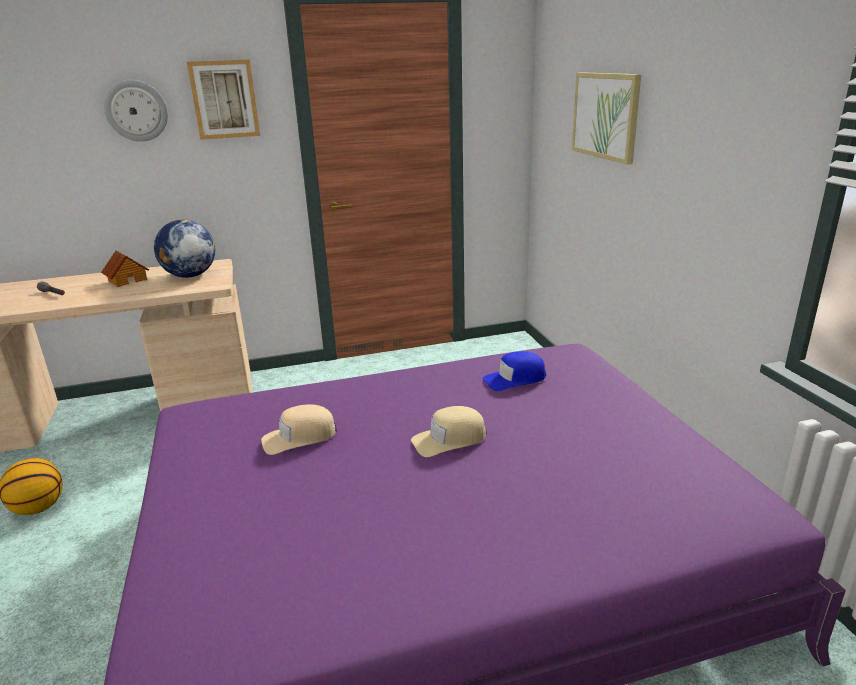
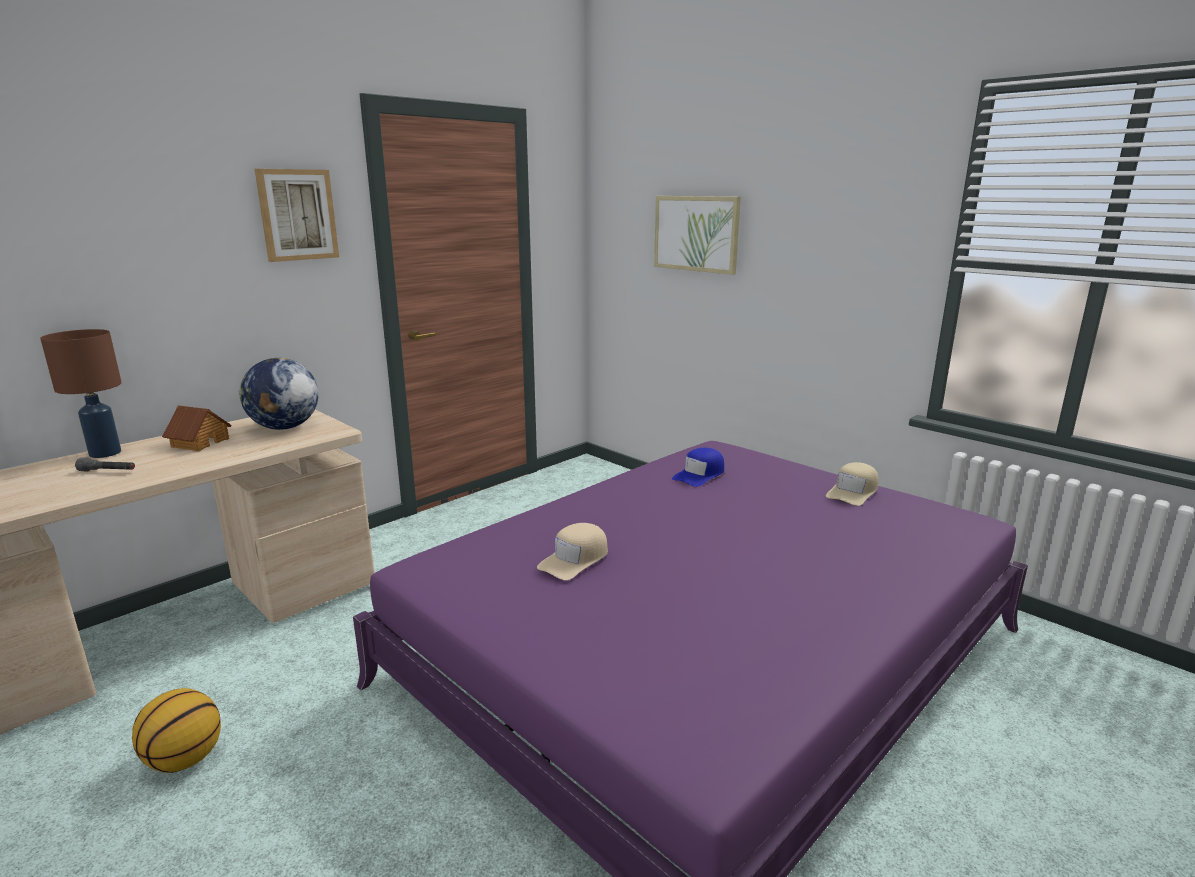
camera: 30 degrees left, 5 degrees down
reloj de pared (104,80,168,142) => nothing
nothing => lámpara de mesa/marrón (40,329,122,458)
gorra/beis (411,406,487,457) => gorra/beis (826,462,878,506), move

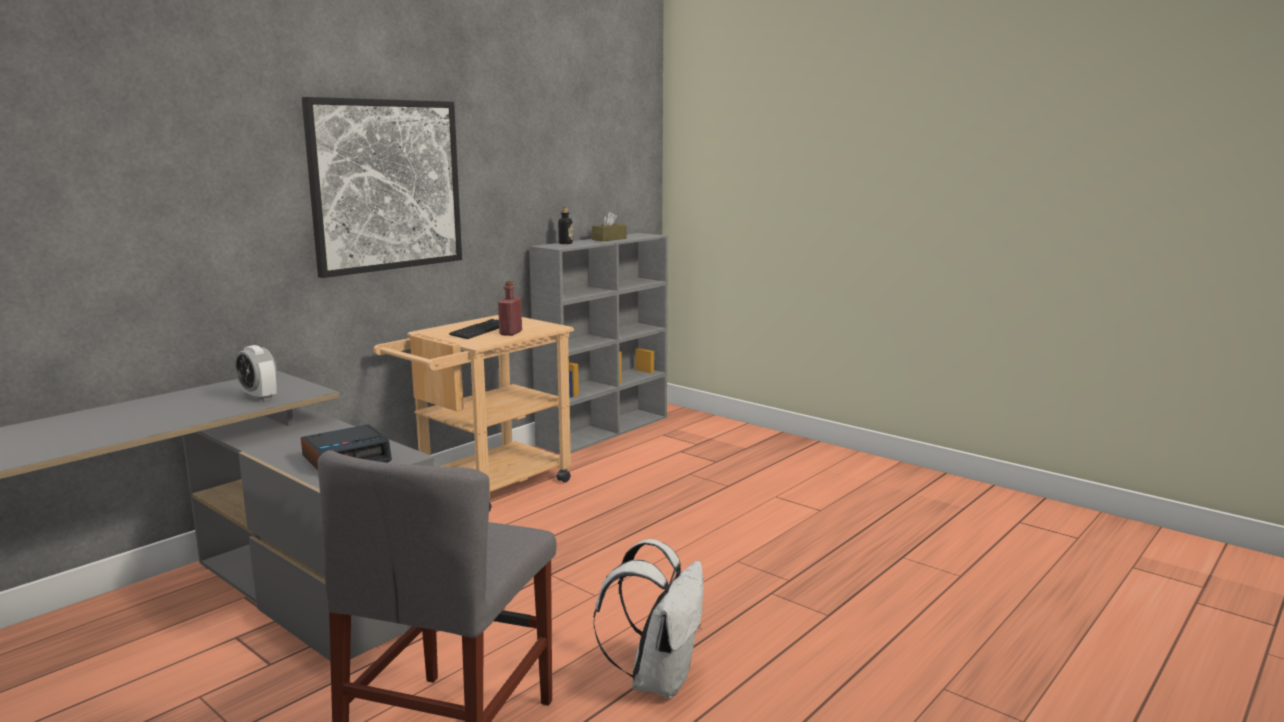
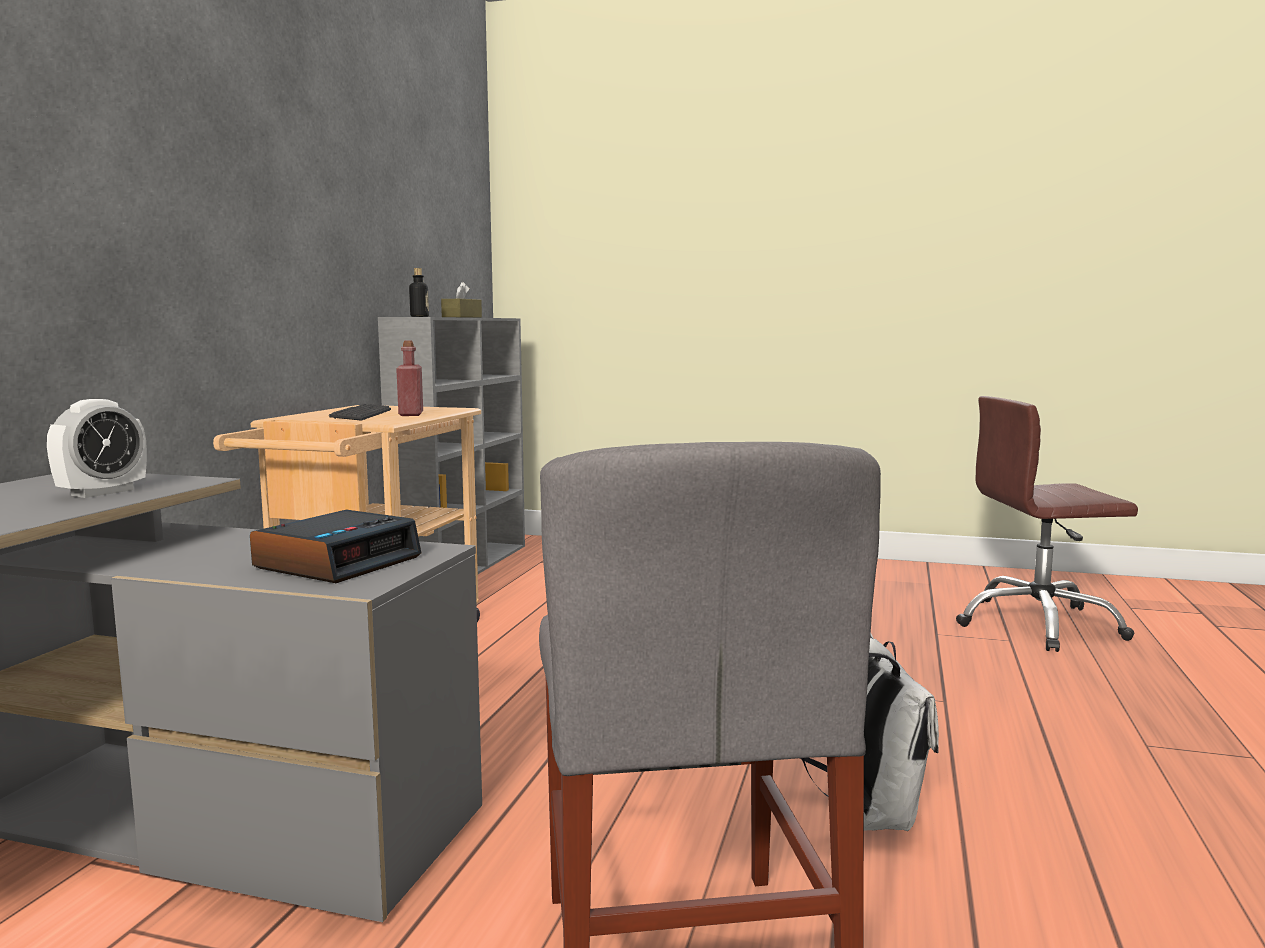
camera: 25 degrees left, 5 degrees down
cuadro (302,97,462,278) => nothing
nothing => silla de oficina/marrón (956,396,1138,652)
despertador (235,345,277,402) => despertador (47,399,147,498), 75 degrees counterclockwise

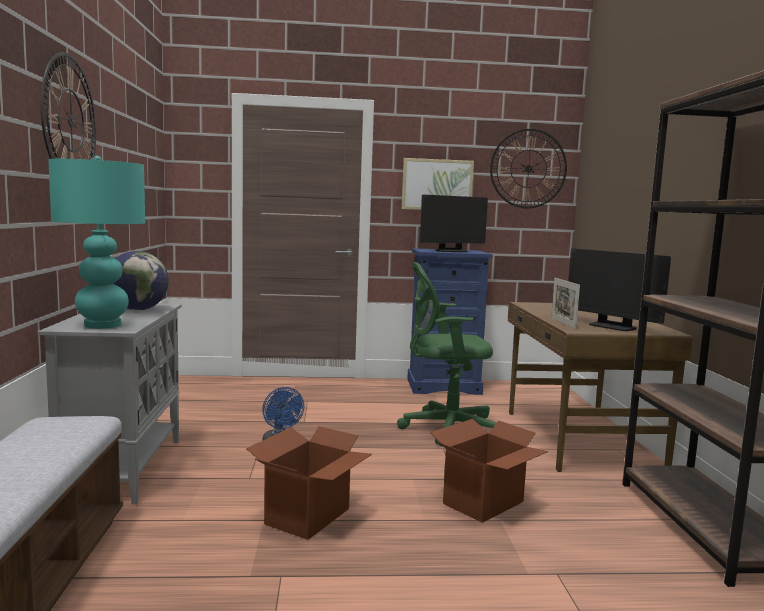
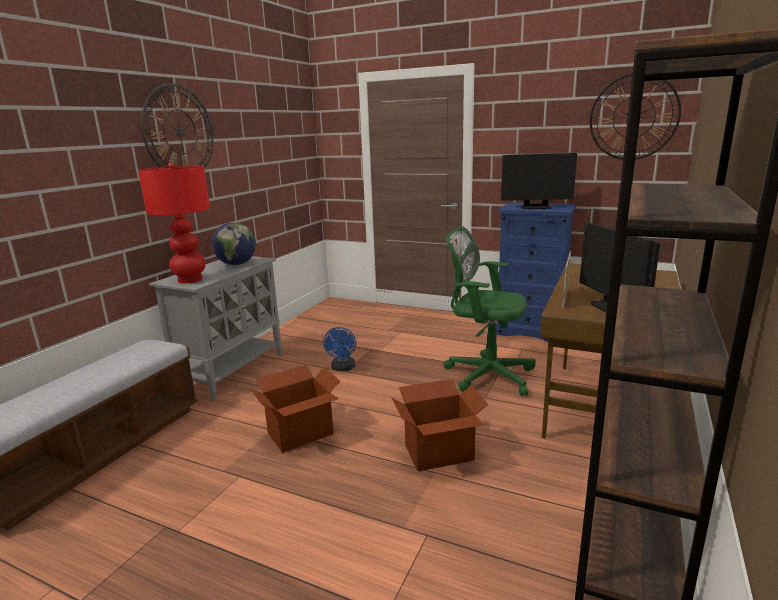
camera: 30 degrees right, 10 degrees up
cuadro (402,158,474,210) => nothing
lámpara de mesa/turquesa (48,156,145,329) => lámpara de mesa/rojo (138,163,210,284)

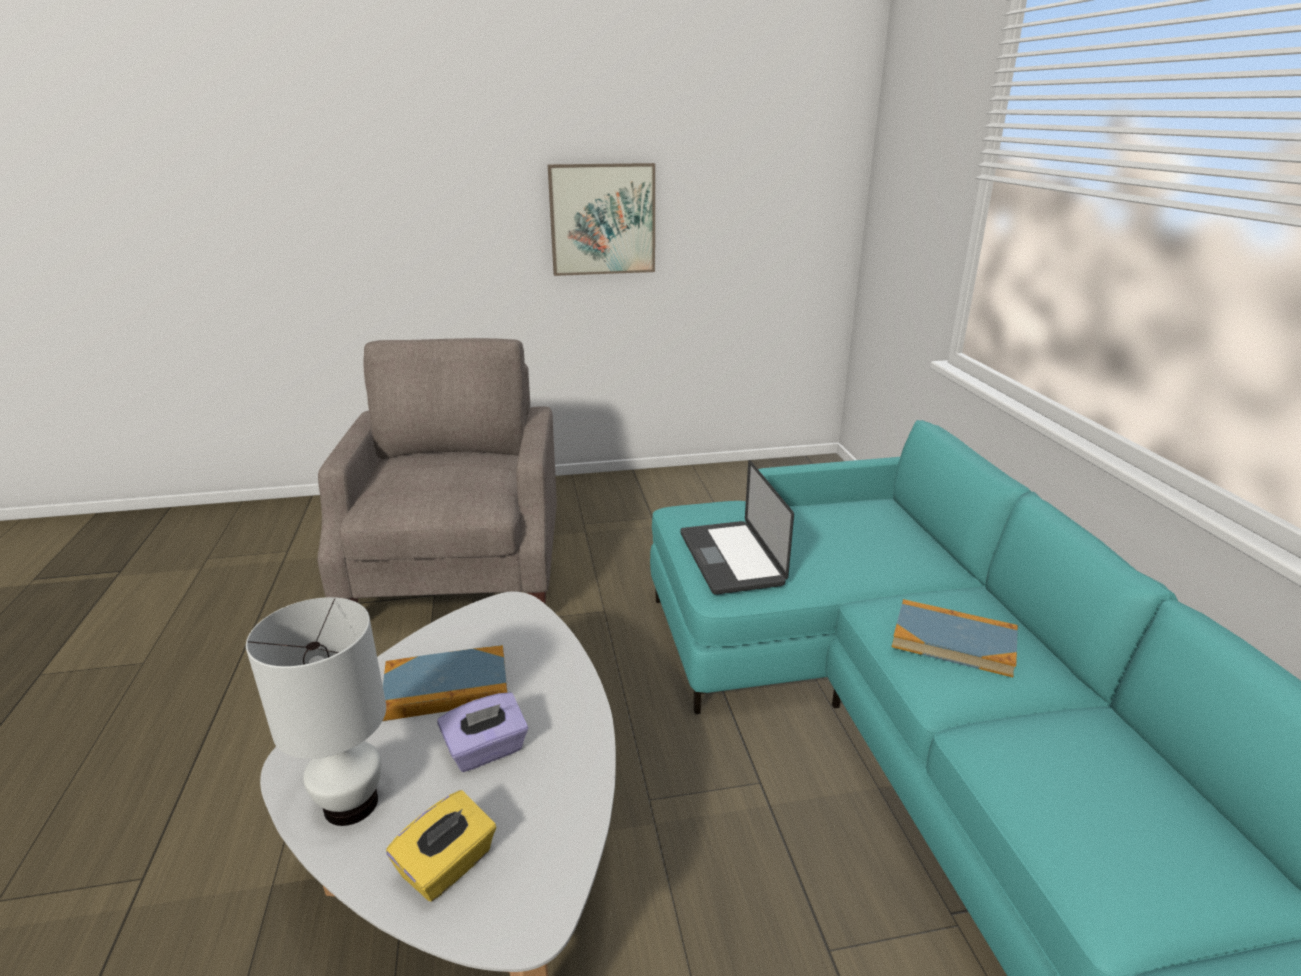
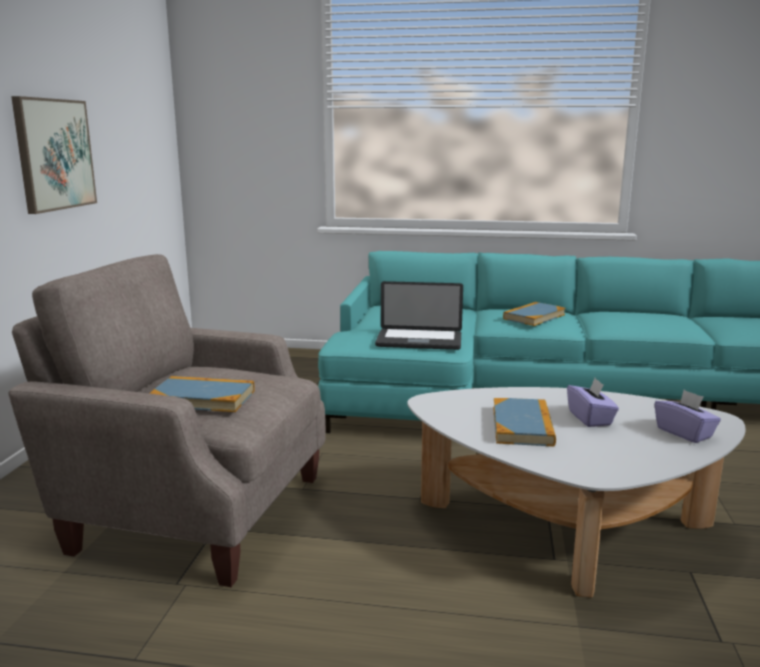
camera: 70 degrees left, 10 degrees down
lámpara de mesa/blanco (246,597,386,826) => nothing
nothing => libro (149,376,255,412)
caja de pañuelos/amarillo (386,790,496,902) => caja de pañuelos/morado (655,390,721,443)

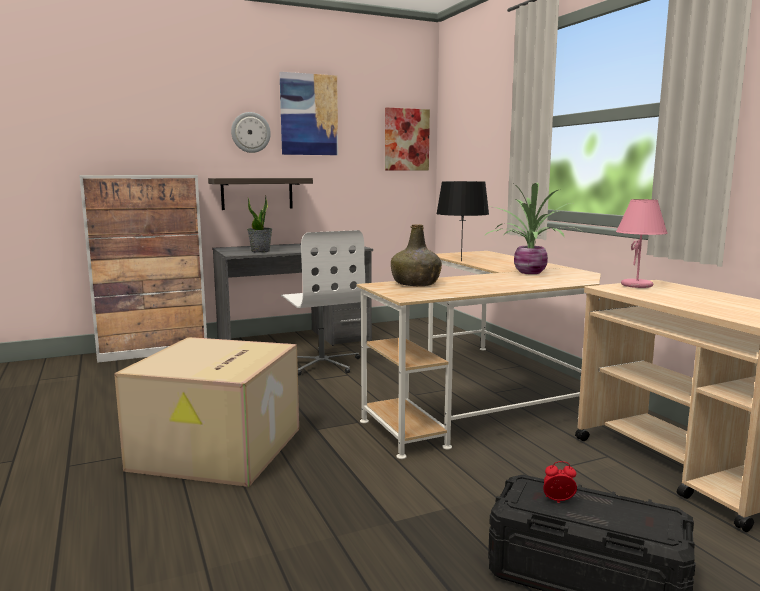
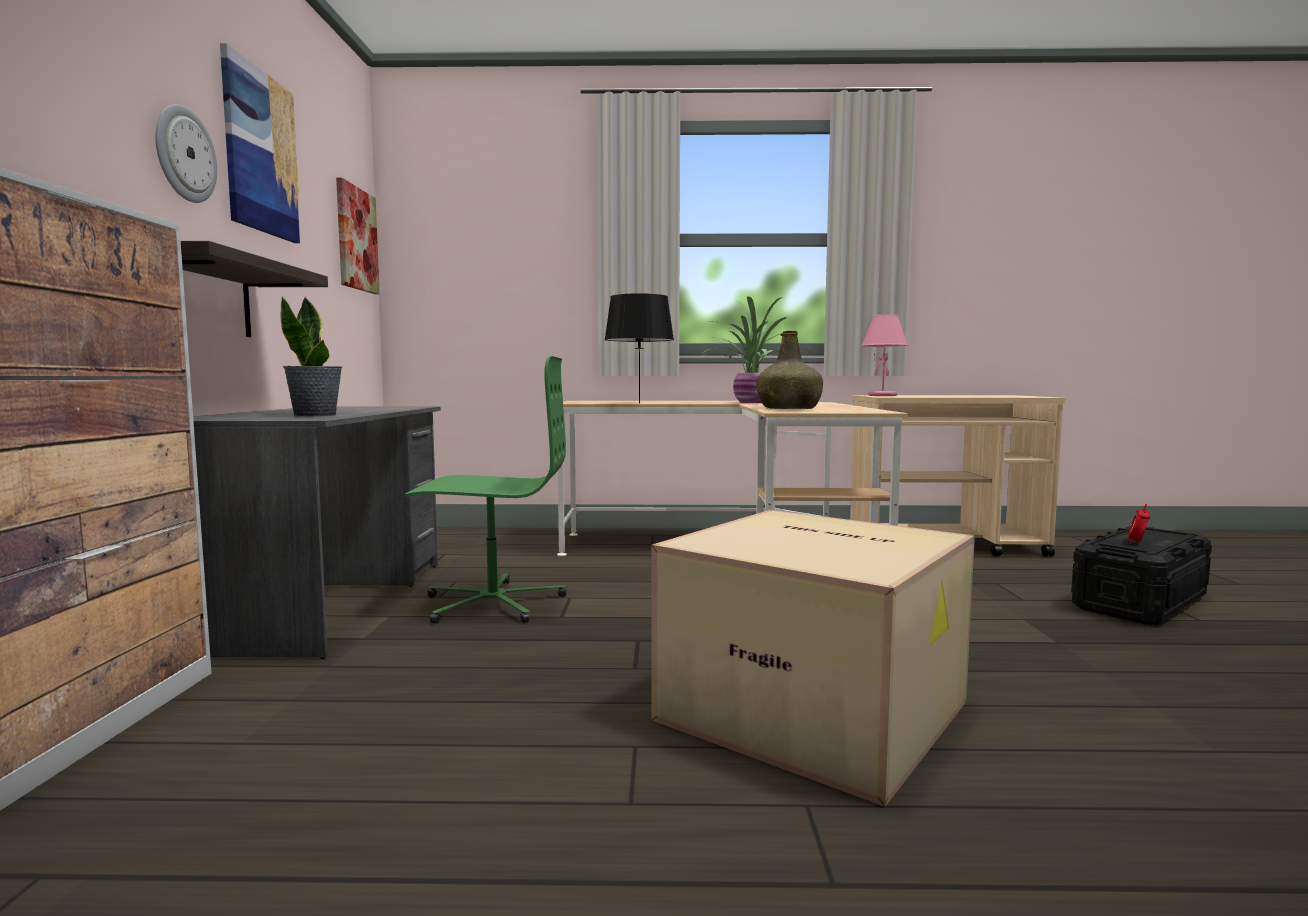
camera: 65 degrees left, 5 degrees down
silla de oficina/blanco (281,230,365,376) => silla de oficina/verde (405,356,566,624)

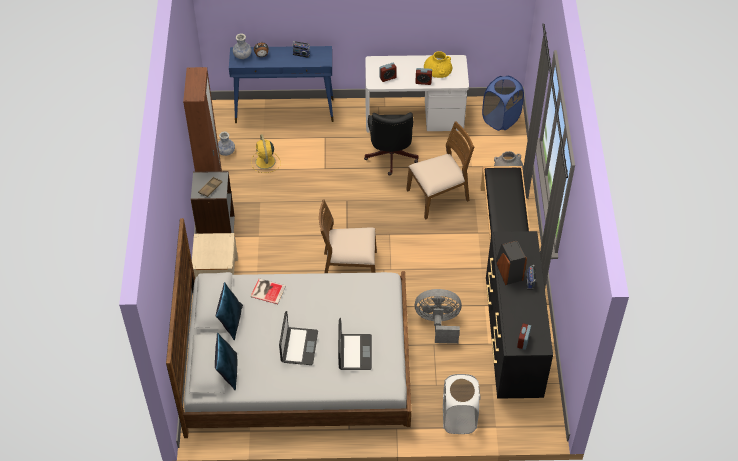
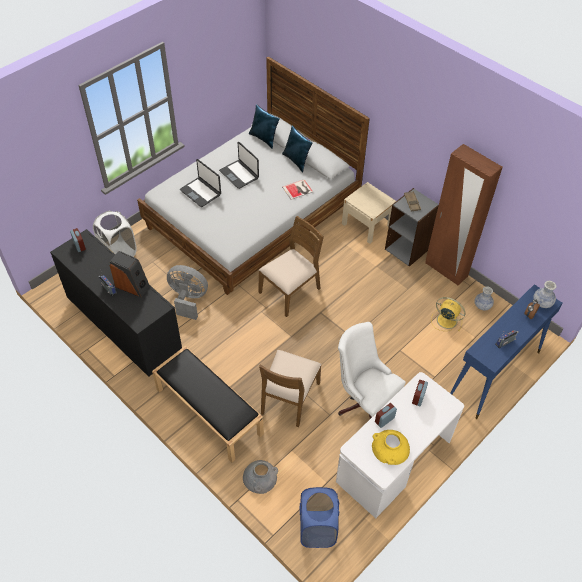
camera: 135 degrees right, 0 degrees up
silla de oficina/negro (364,112,419,176) => silla de oficina/blanco (338,322,406,419)
ventilador/gris (415,289,462,344) => ventilador/gris (167,265,208,320), 120 degrees counterclockwise

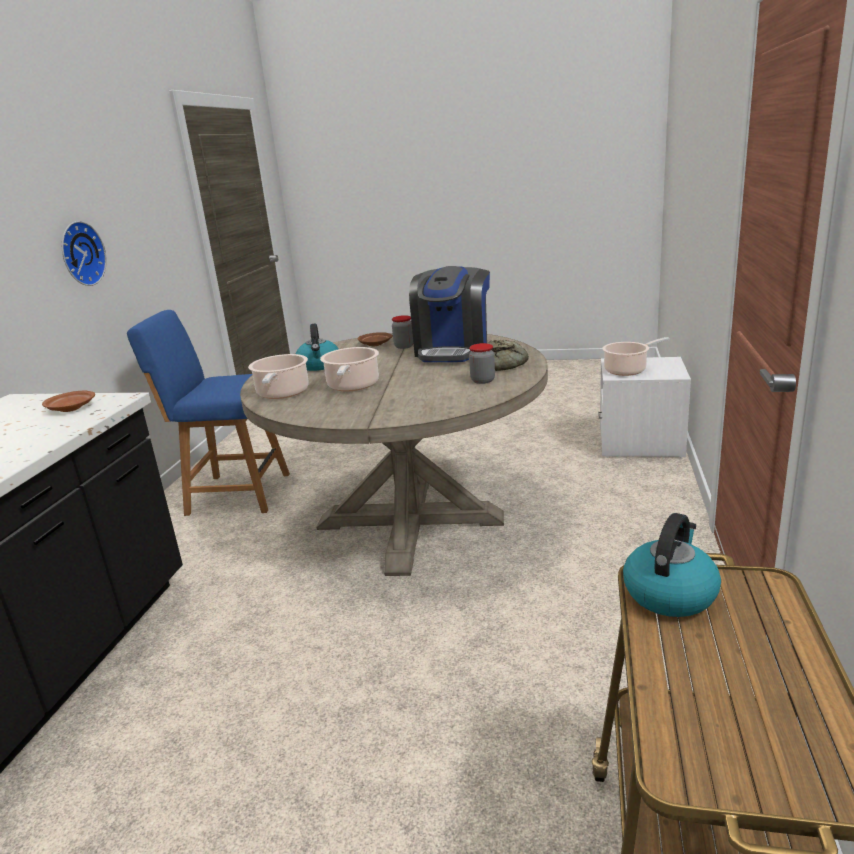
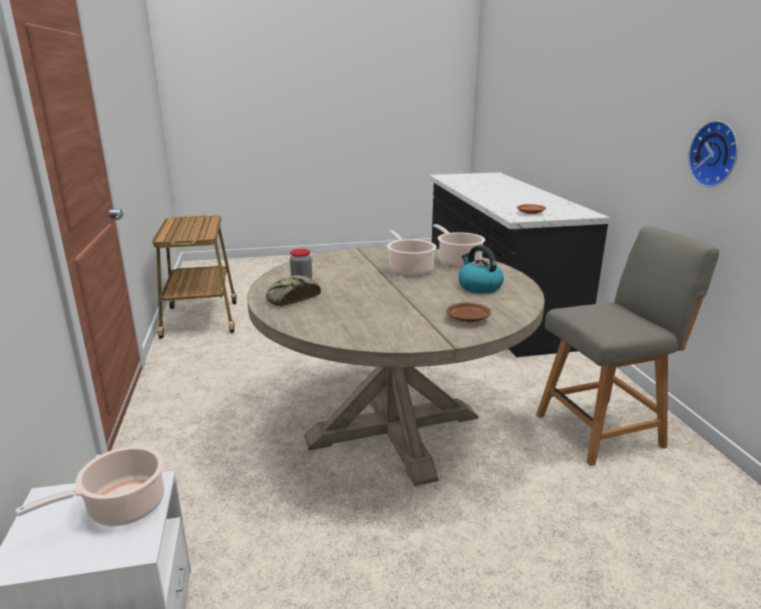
camera: 155 degrees right, 0 degrees up
tarro (392,315,414,349) => nothing
cafetera (409,266,490,362) => nothing
hervidor (623,513,721,617) => nothing
silla/azul (127,310,290,516) => silla/gris (536,226,720,466)

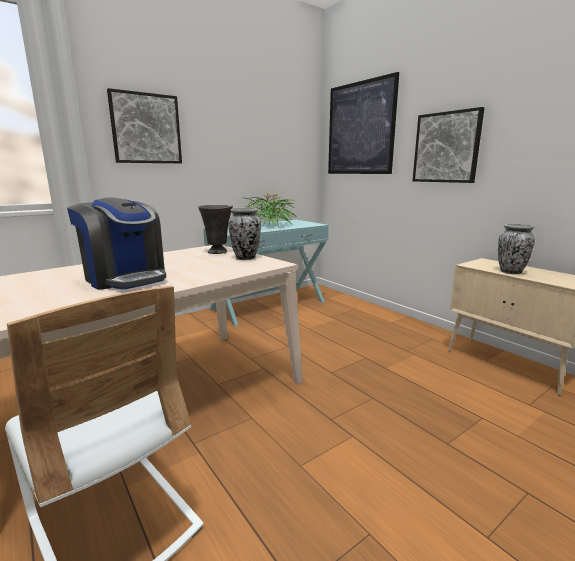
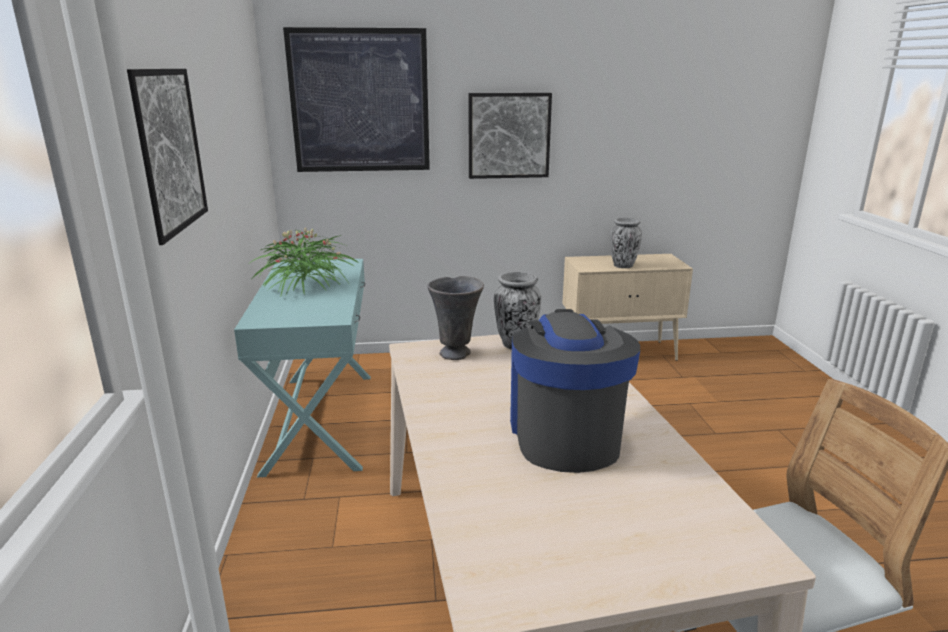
camera: 60 degrees left, 5 degrees up
cafetera (67,197,166,290) => cafetera (510,309,640,473), 75 degrees counterclockwise

